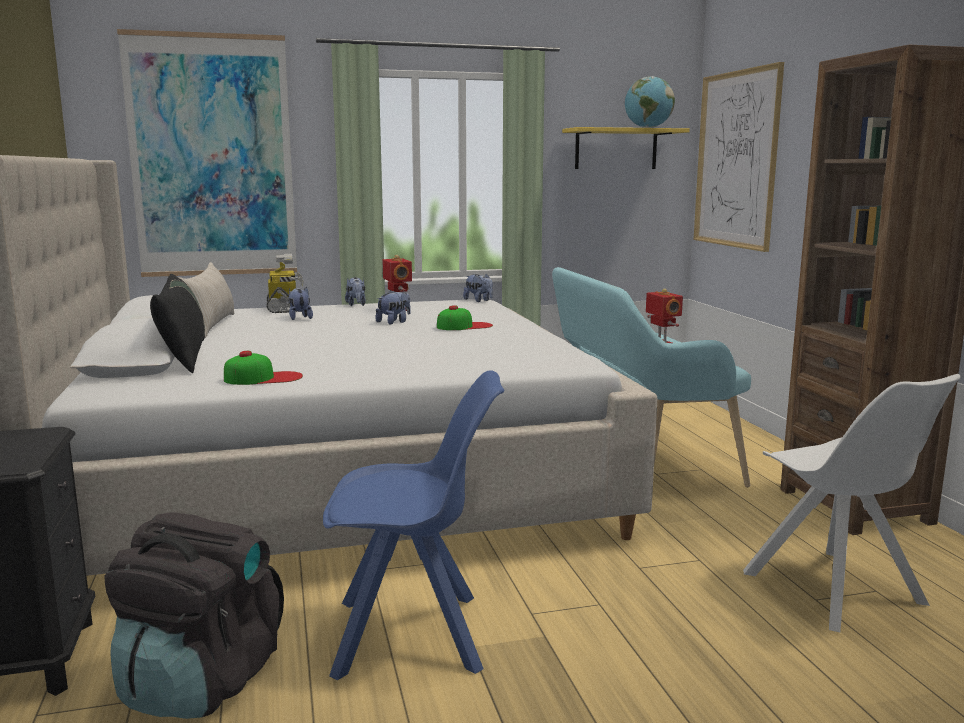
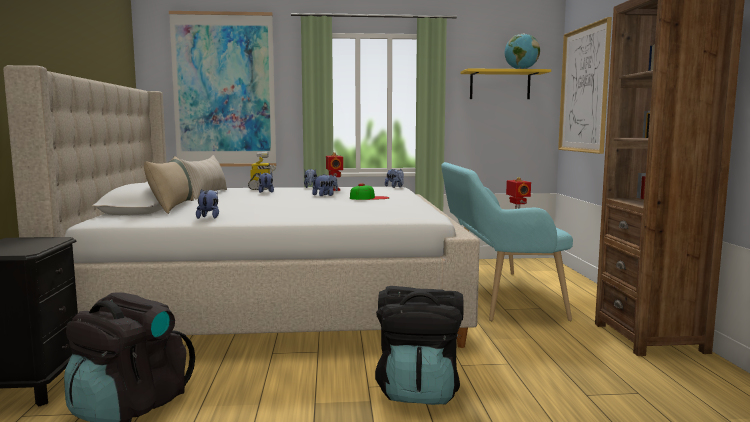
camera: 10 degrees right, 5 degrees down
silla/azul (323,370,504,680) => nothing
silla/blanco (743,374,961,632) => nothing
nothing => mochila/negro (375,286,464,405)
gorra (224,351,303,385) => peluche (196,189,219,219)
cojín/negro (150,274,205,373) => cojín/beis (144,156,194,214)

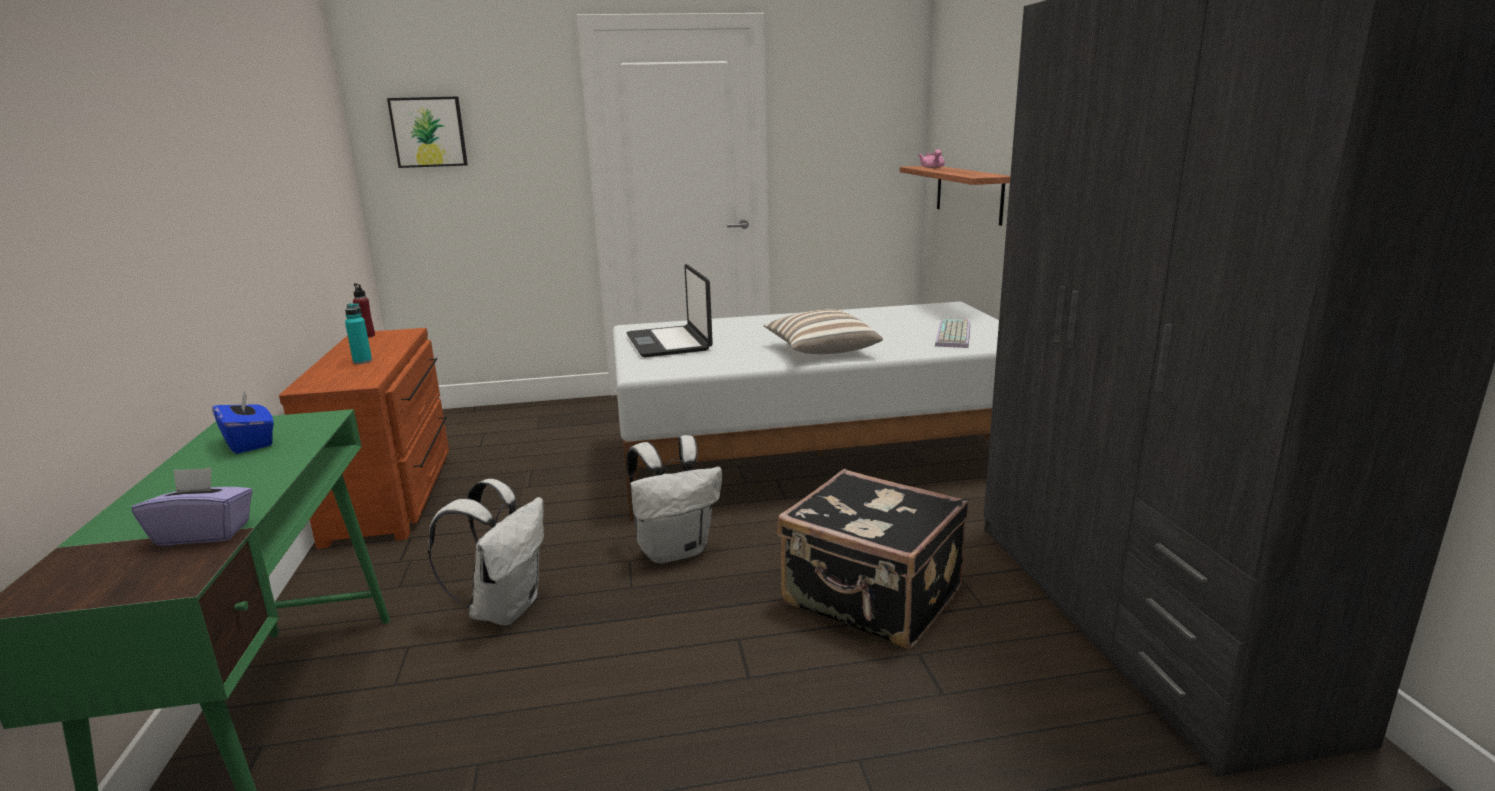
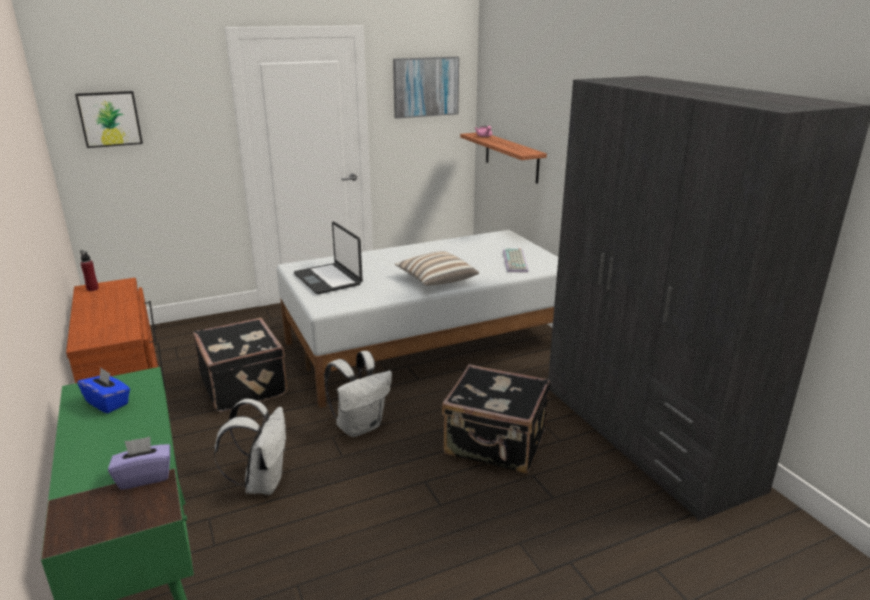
camera: 15 degrees left, 5 degrees up
botella/turquesa (345,303,372,364) => nothing
nothing => maleta/negro (193,318,287,412)
nothing => cuadro (393,57,459,119)

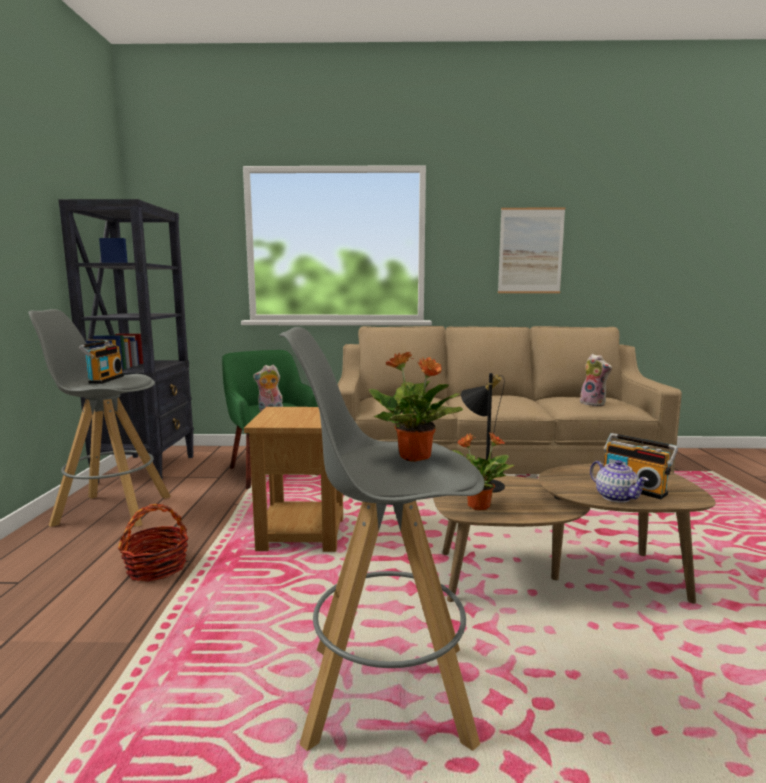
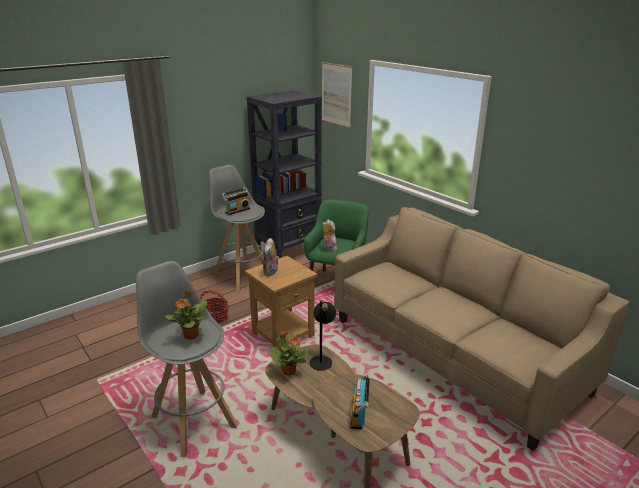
camera: 50 degrees right, 15 degrees up
tetera (590,460,649,503) => nothing
cuadro (498,208,565,293) => cuadro (322,62,352,128), move
peluche (580,354,612,406) => peluche (263,238,279,277), move

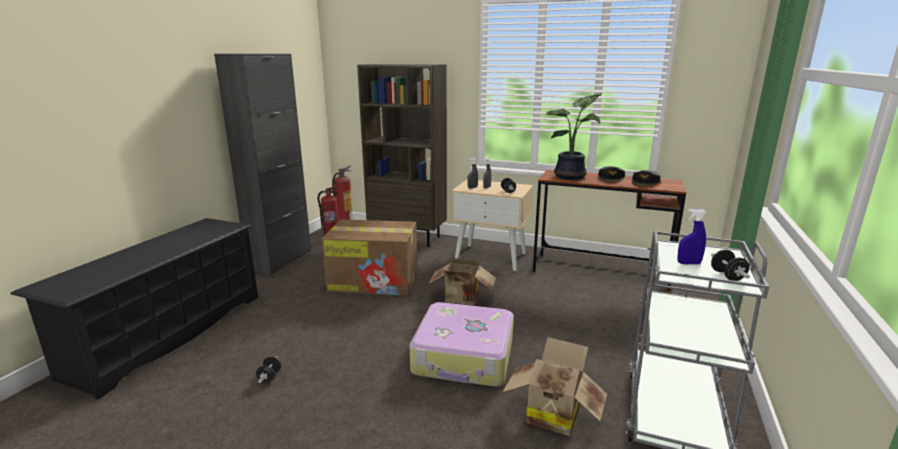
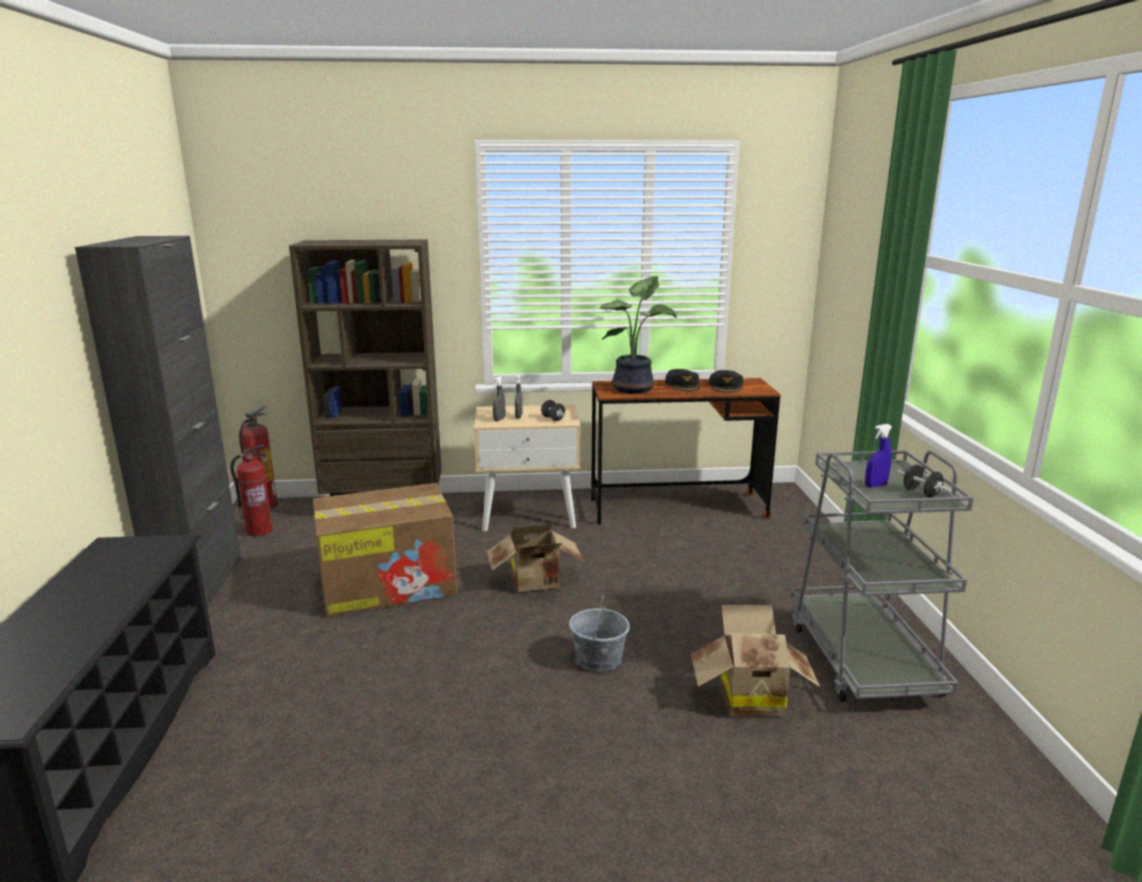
camera: 25 degrees left, 0 degrees up
mancuerna/negro (256,356,281,383) => nothing
maleta (410,302,514,386) => cubo/gris (569,594,630,672)

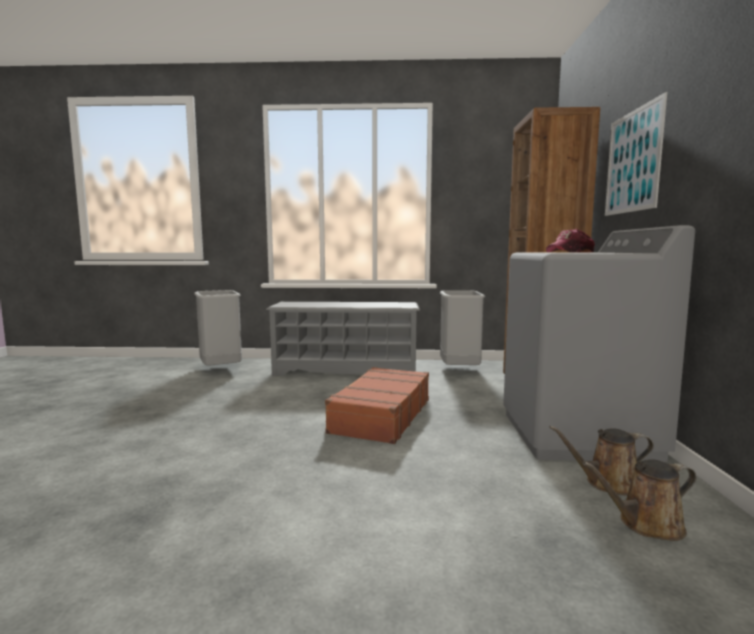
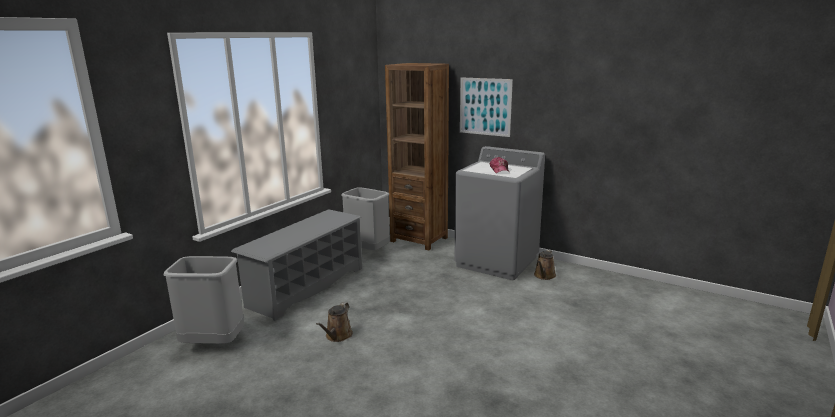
camera: 60 degrees left, 10 degrees up
maleta/marrón (325,367,429,444) => nothing
regadera/marrón (583,459,697,541) => regadera/marrón (316,302,353,342), move

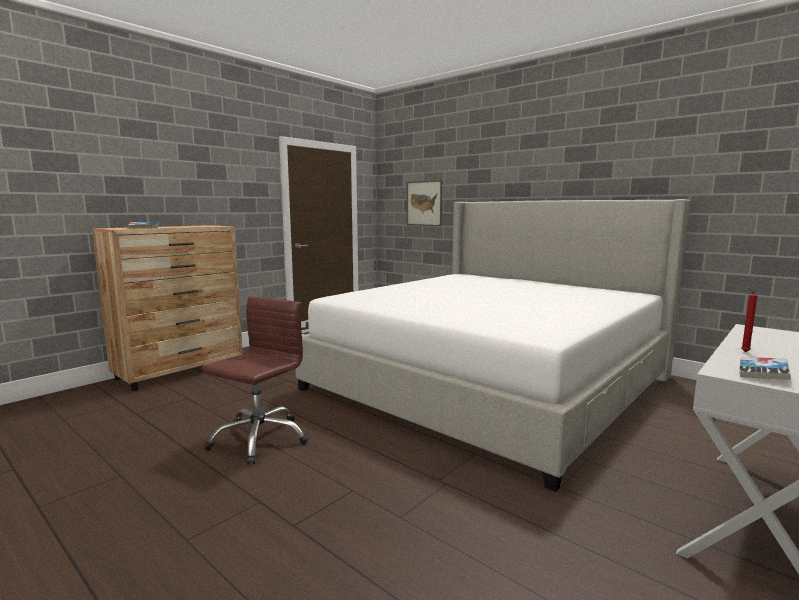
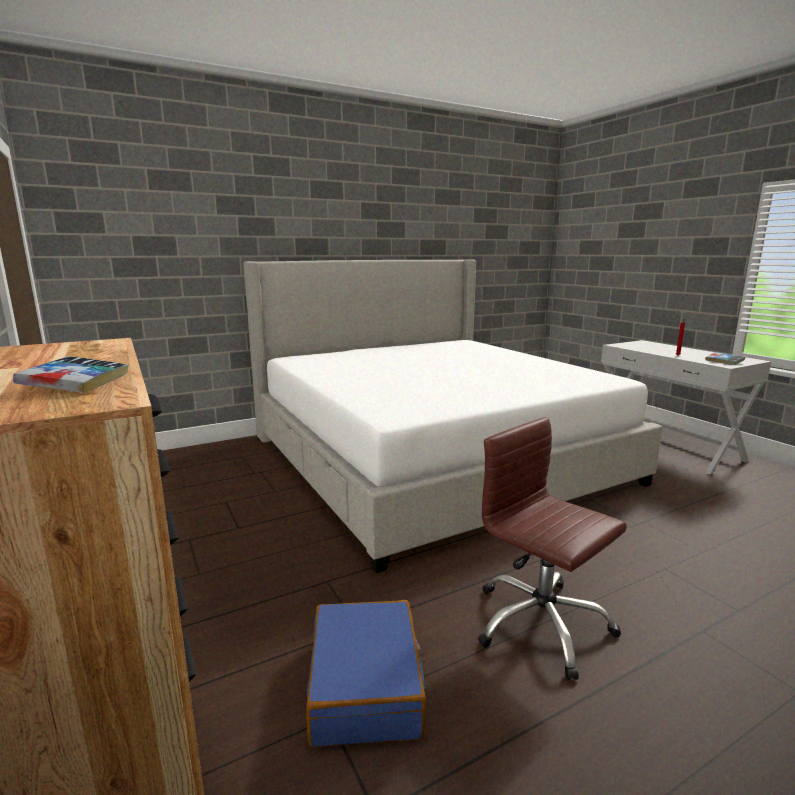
camera: 70 degrees left, 5 degrees up
cuadro (407,180,442,226) => nothing
nothing => maleta/azul (306,600,426,747)

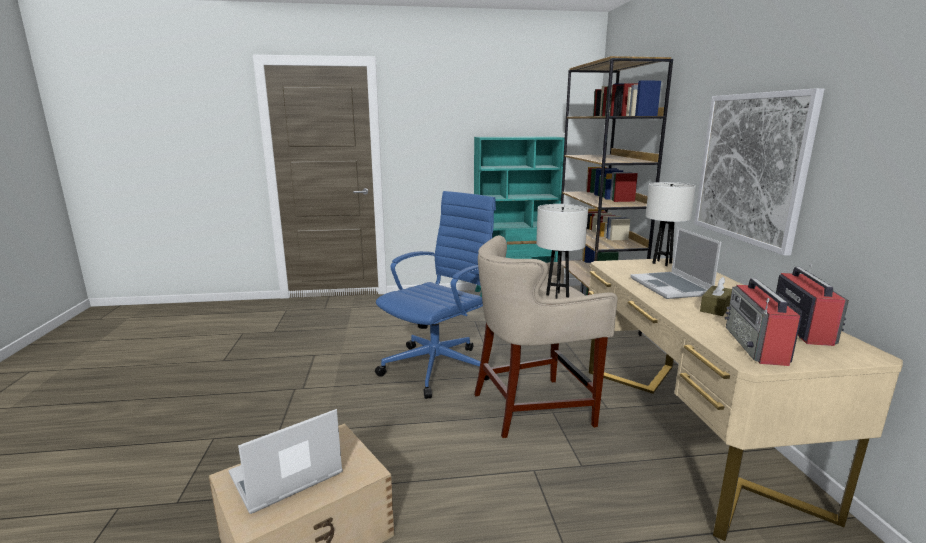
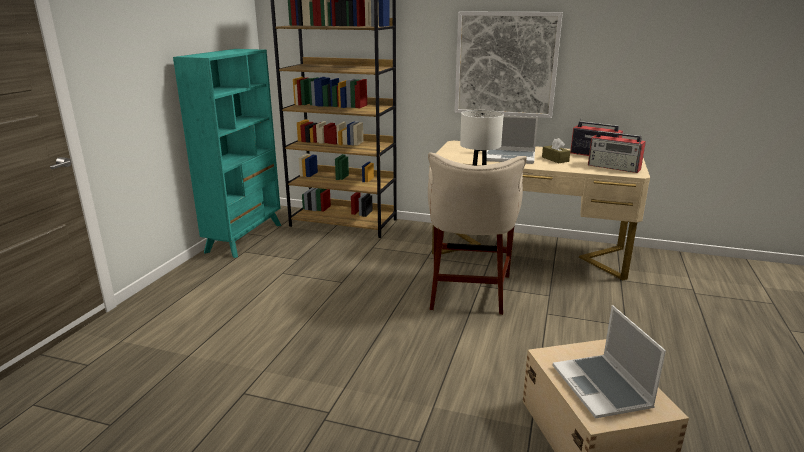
camera: 65 degrees left, 5 degrees up
silla de oficina/azul (375,191,496,399) => nothing
lámpara de mesa/blanco (646,182,696,266) => nothing

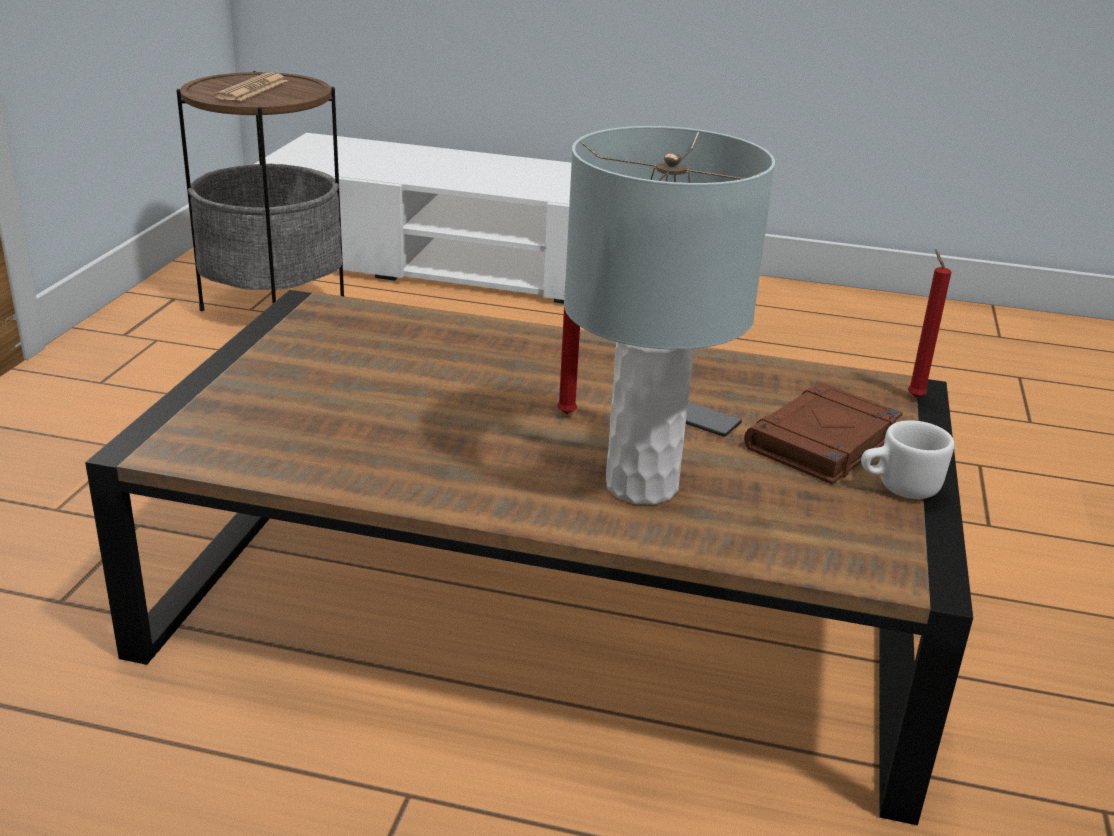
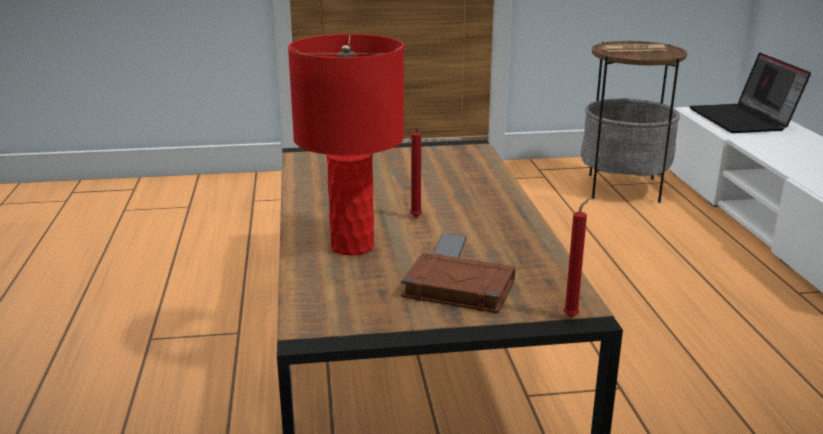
camera: 70 degrees right, 5 degrees down
taza grande/blanco (861,420,954,499) => nothing
nothing => portátil (689,53,811,133)
lámpara de mesa/gris (564,126,775,505) => lámpara de mesa/rojo (288,34,404,256)

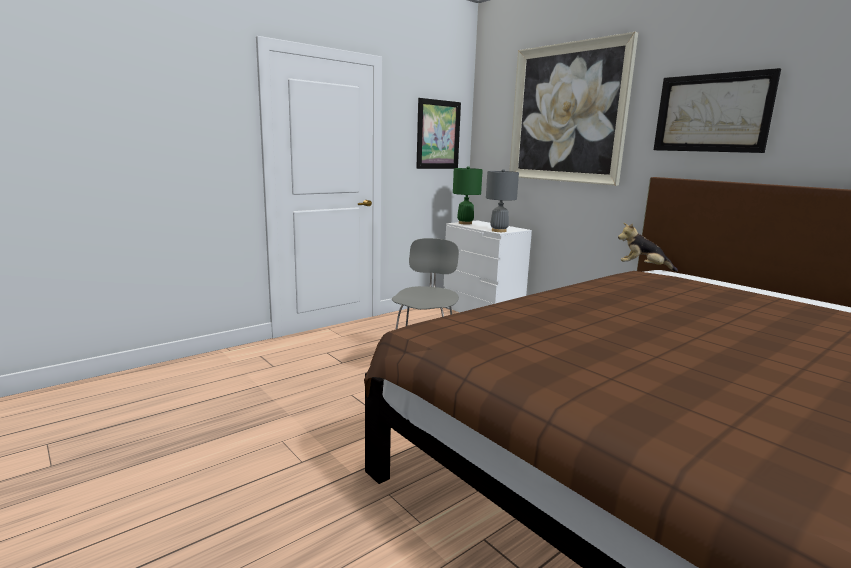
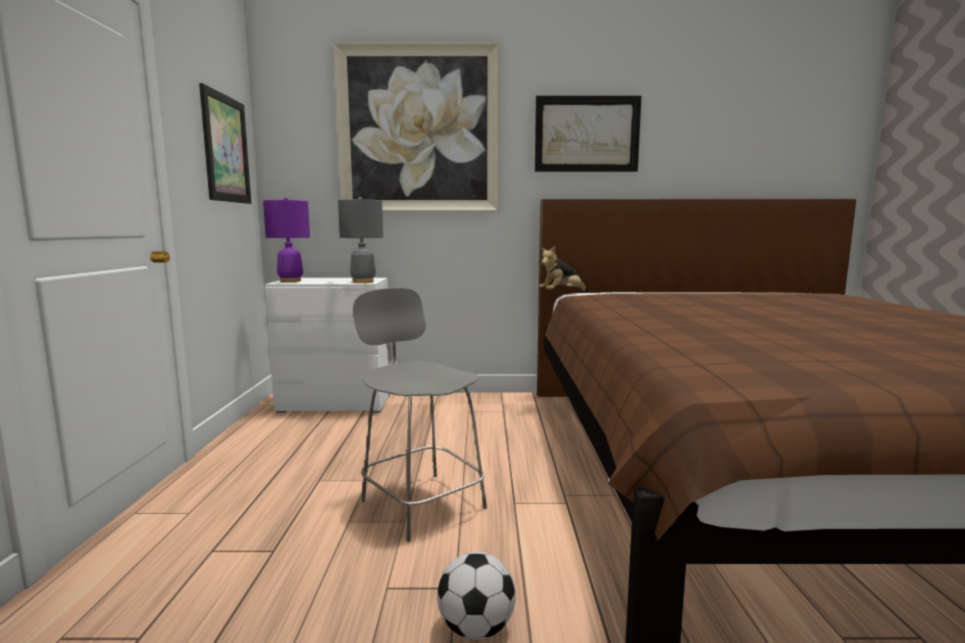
camera: 50 degrees left, 5 degrees down
nothing => balón de fútbol (437,552,516,640)
lámpara de mesa/verde (453,166,483,225) => lámpara de mesa/morado (263,197,310,282)

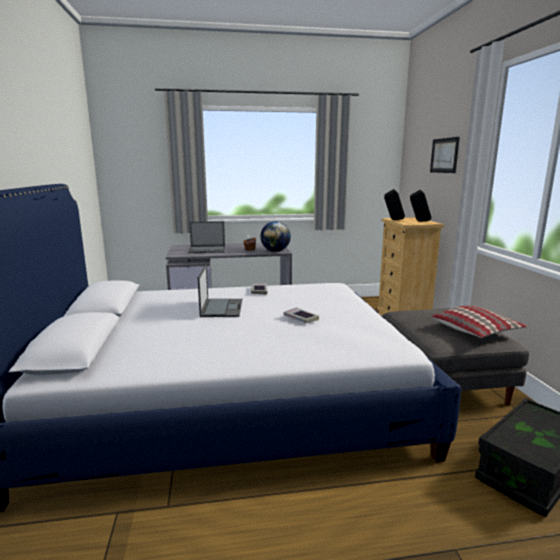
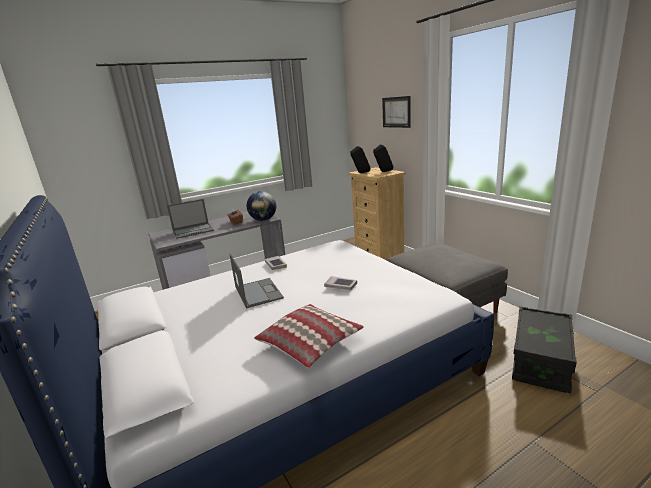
camera: 20 degrees left, 5 degrees up
cojín (431,306,527,338) => cojín (254,304,364,368), move

